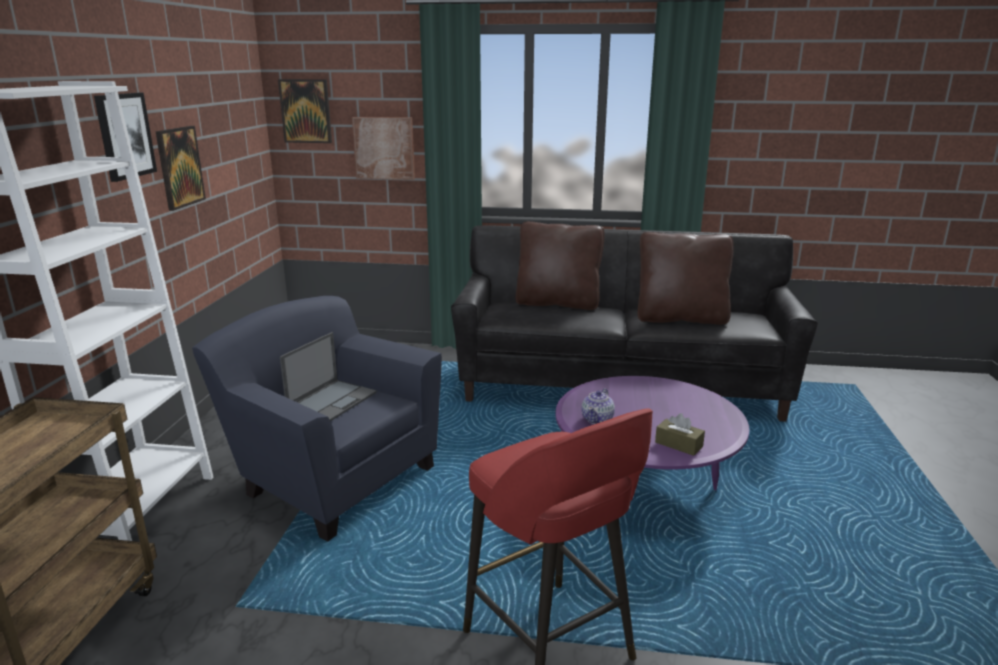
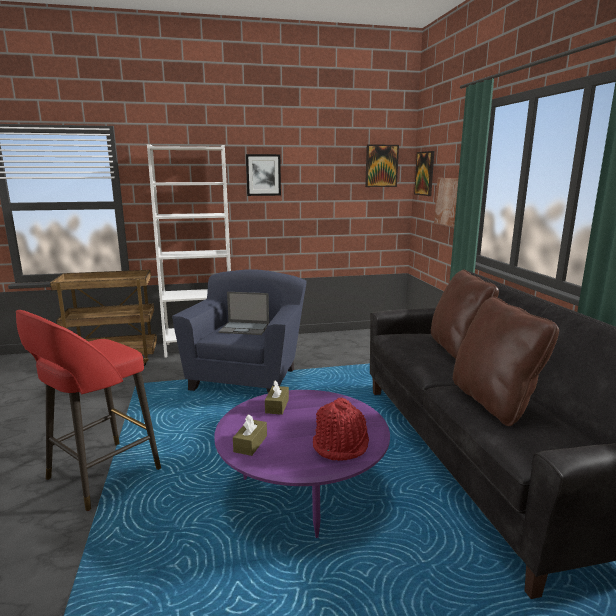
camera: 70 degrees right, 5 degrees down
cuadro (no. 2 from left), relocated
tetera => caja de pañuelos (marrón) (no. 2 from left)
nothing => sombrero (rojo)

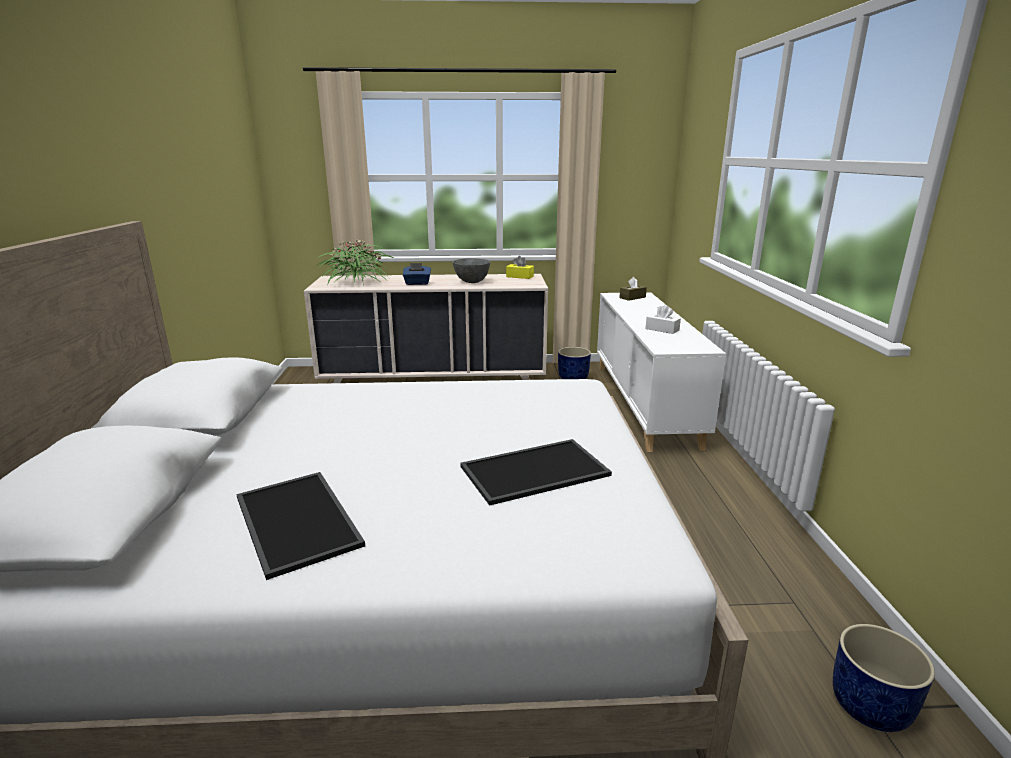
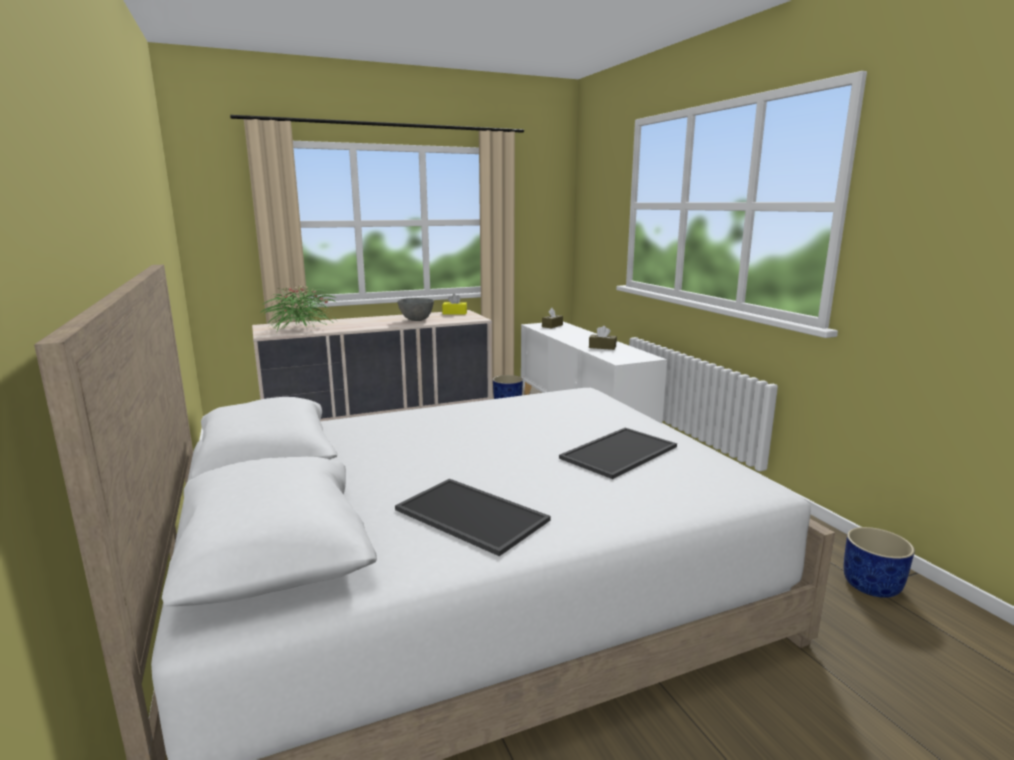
camera: 20 degrees left, 5 degrees down
caja de pañuelos (azul) => nothing
caja de pañuelos (blanco) => caja de pañuelos (marrón) (no. 2 from left)

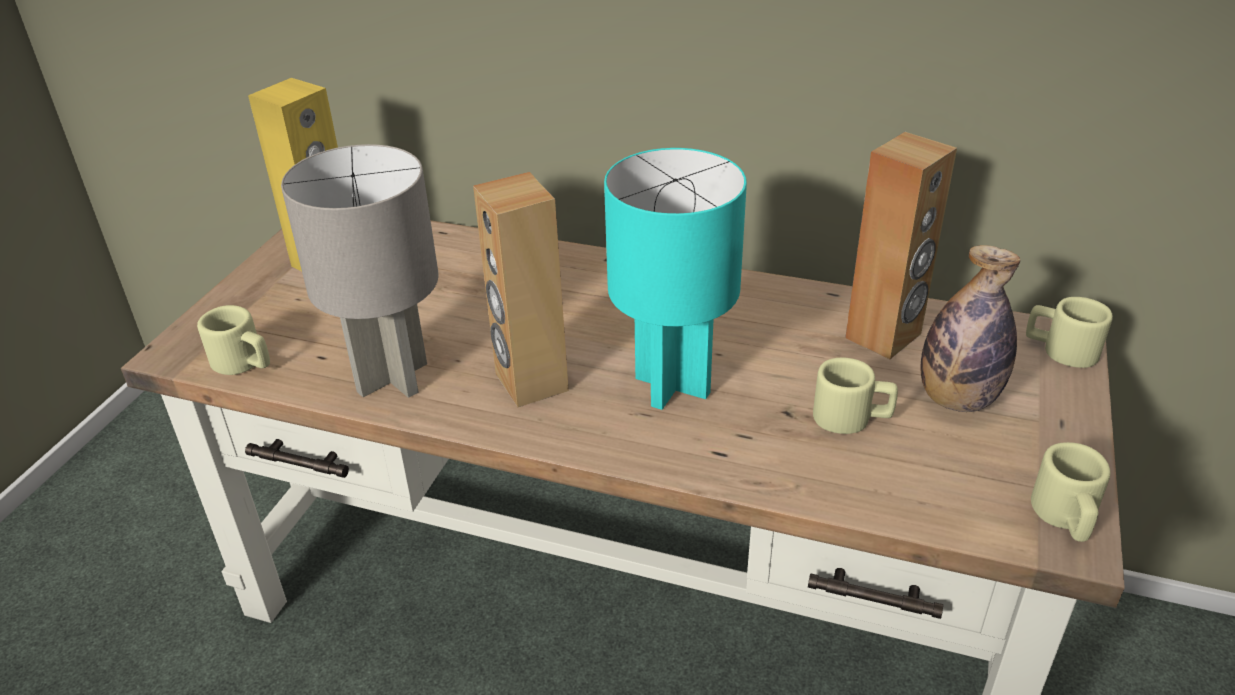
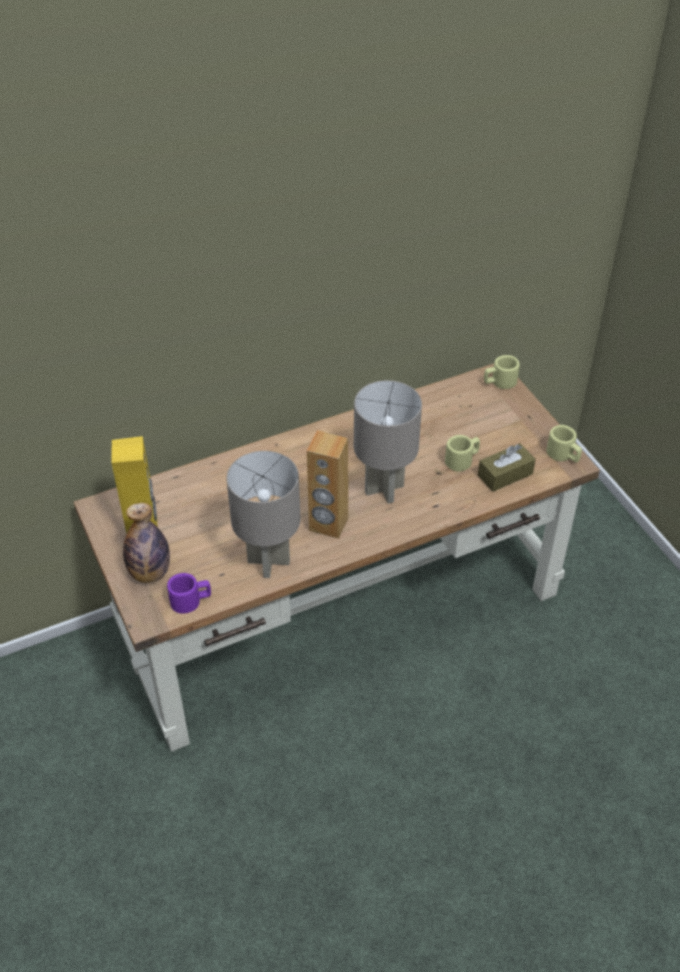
camera: 45 degrees left, 10 degrees up
altavoz (marrón) (no. 2 from left) => nothing
lámpara de mesa (turquesa) => lámpara de mesa (gris) (no. 2 from left)
botella, relocated
taza grande (beis) (no. 1 from left) => taza grande (morado)
nothing => caja de pañuelos (marrón)

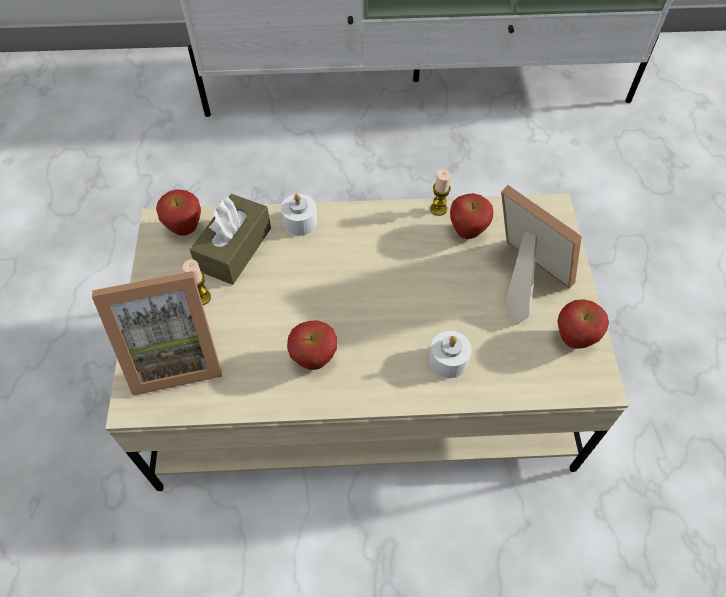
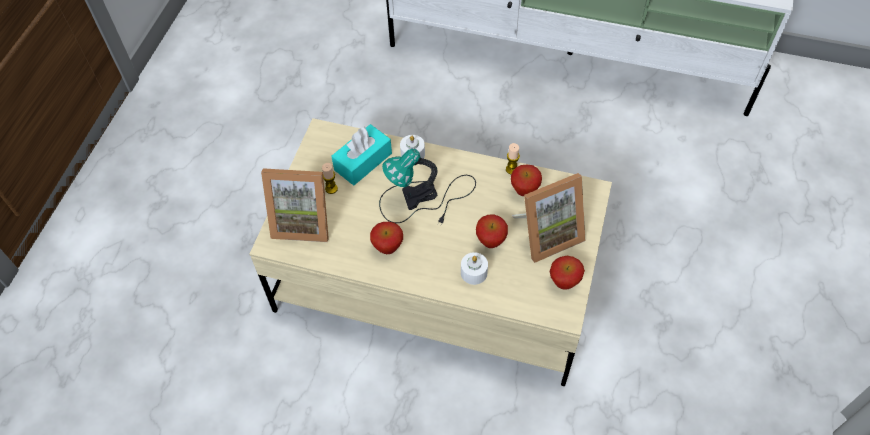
camera: 20 degrees right, 0 degrees up
portarretratos (no. 2 from left), 90 degrees clockwise
manzana (no. 1 from left in the first image) => manzana (no. 2 from left), relocated
caja de pañuelos (marrón) => caja de pañuelos (turquesa)
nothing => lámpara de mesa

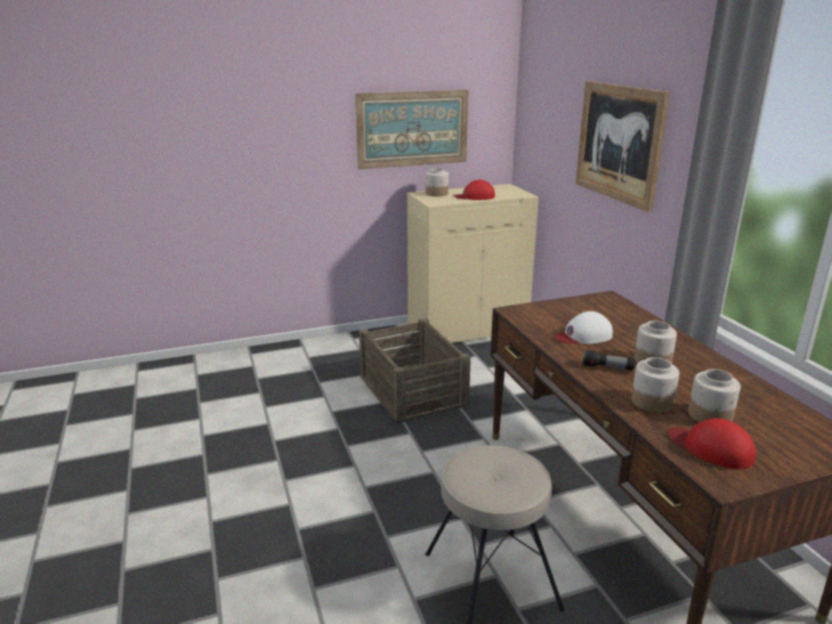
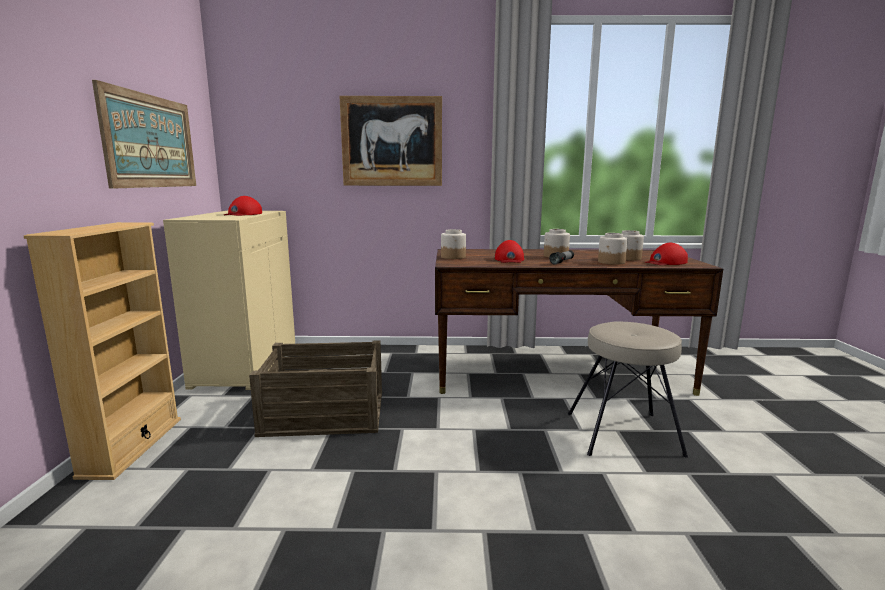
camera: 70 degrees left, 10 degrees down
tarro (no. 1 from left), relocated
gorra (blanco) => gorra (rojo) (no. 2 from left)
nothing => estantería (beis)

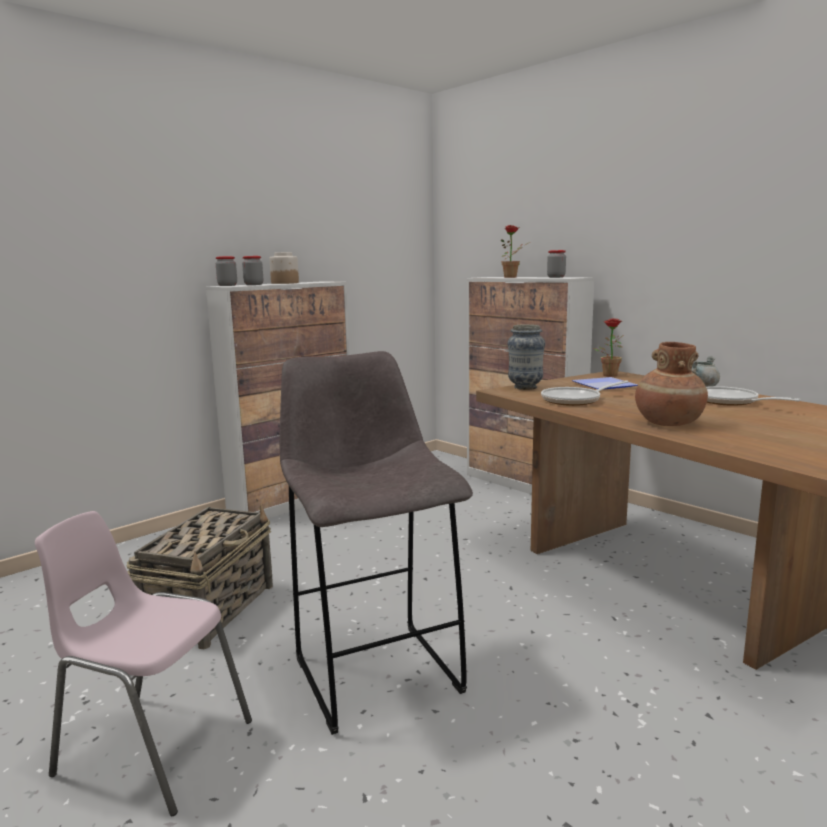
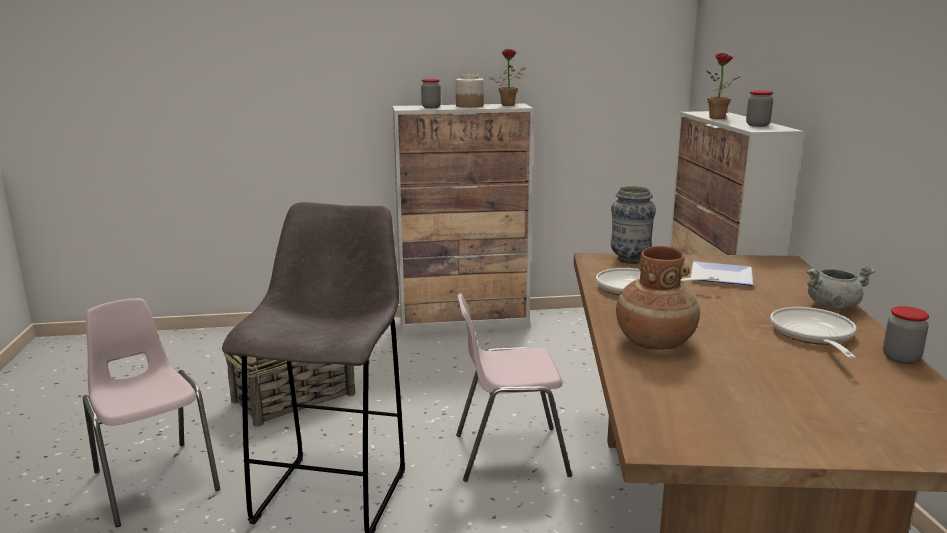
camera: 35 degrees right, 5 degrees up
tarro (no. 1 from left in the first image) => tarro (no. 4 from left), relocated
planta en maceta (no. 2 from left in the first image) => planta en maceta (no. 1 from left), relocated
nothing => silla (rosa) (no. 2 from left)

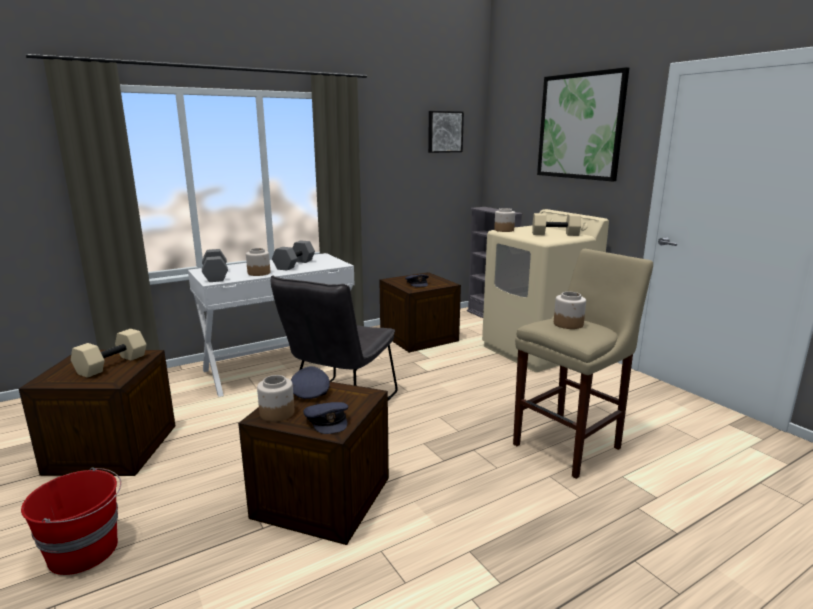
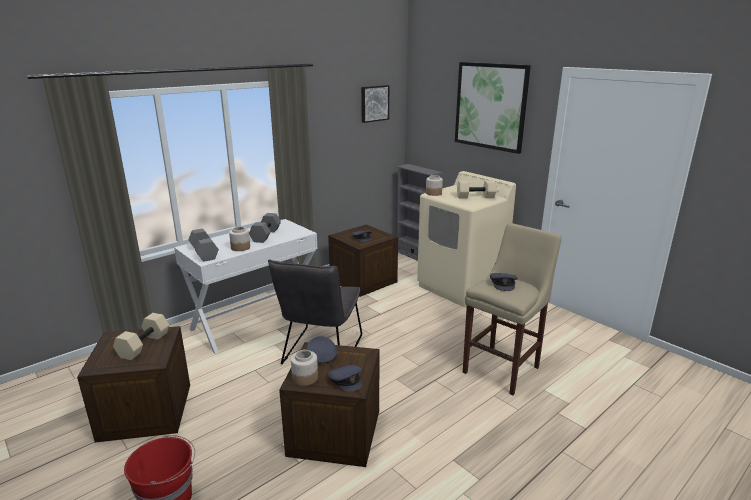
camera: 10 degrees left, 5 degrees up
tarro (no. 4 from left) => gorra (gris) (no. 4 from left)

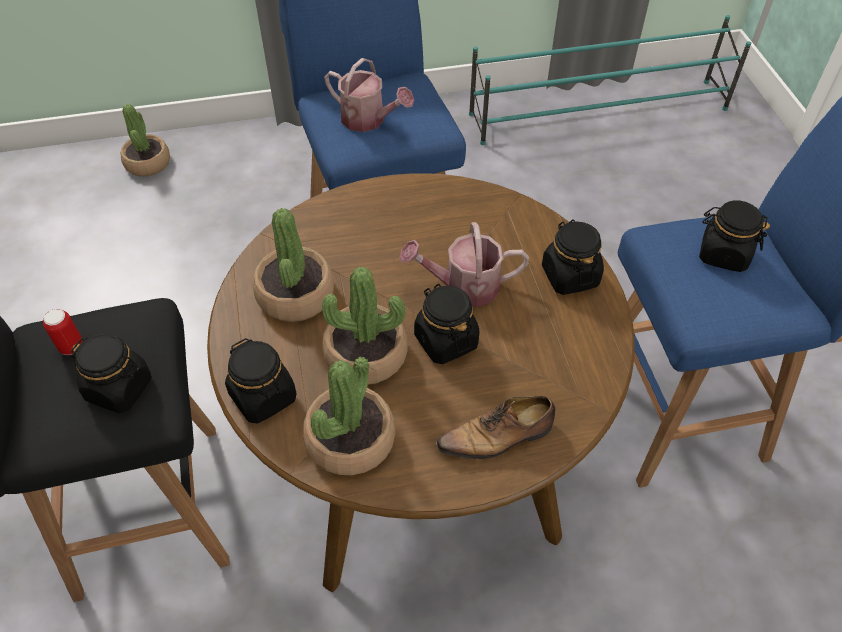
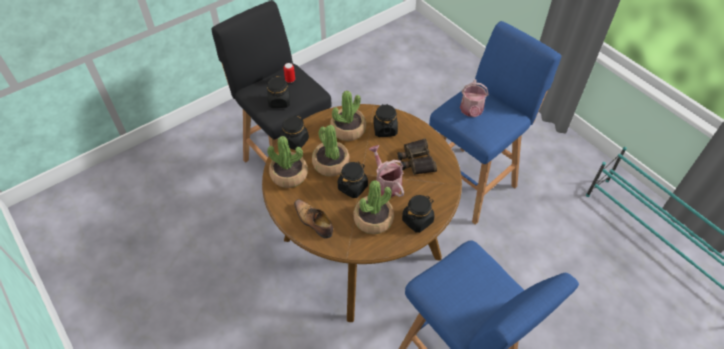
camera: 65 degrees right, 0 degrees up
planta en maceta (no. 1 from left in the first image) => planta en maceta (no. 4 from left), relocated
tarro (negro) (no. 5 from left in the first image) => tarro (negro) (no. 4 from left), relocated
nothing => prismáticos

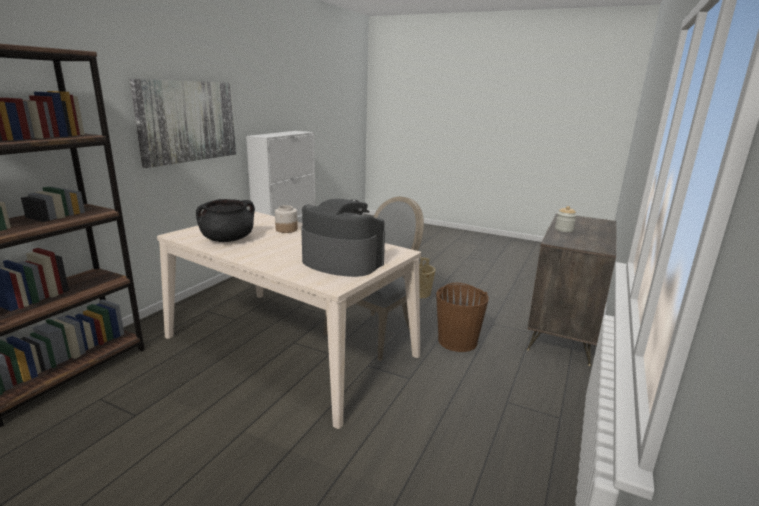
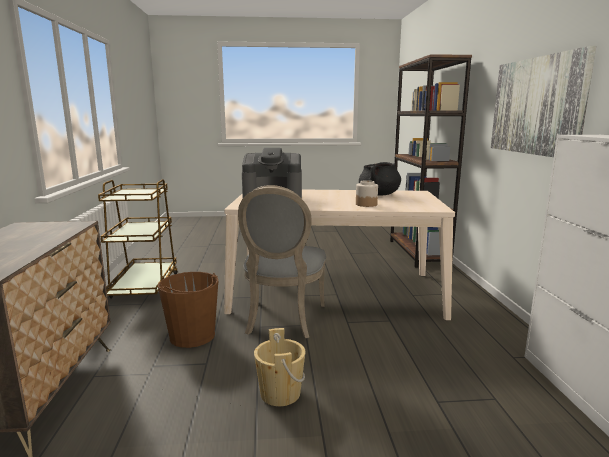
camera: 150 degrees right, 5 degrees down
tarro (no. 2 from left) => nothing
nothing => carrito (marrón)

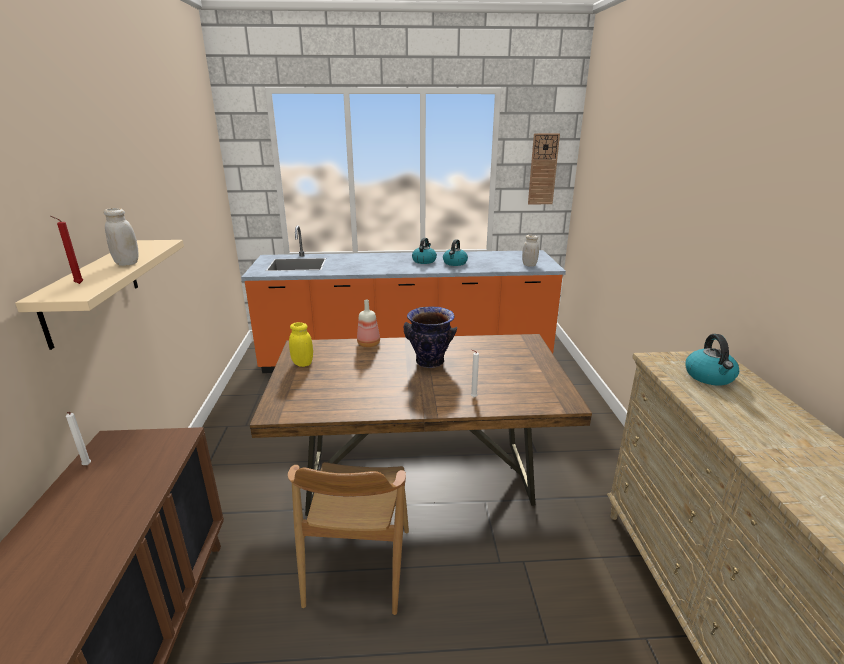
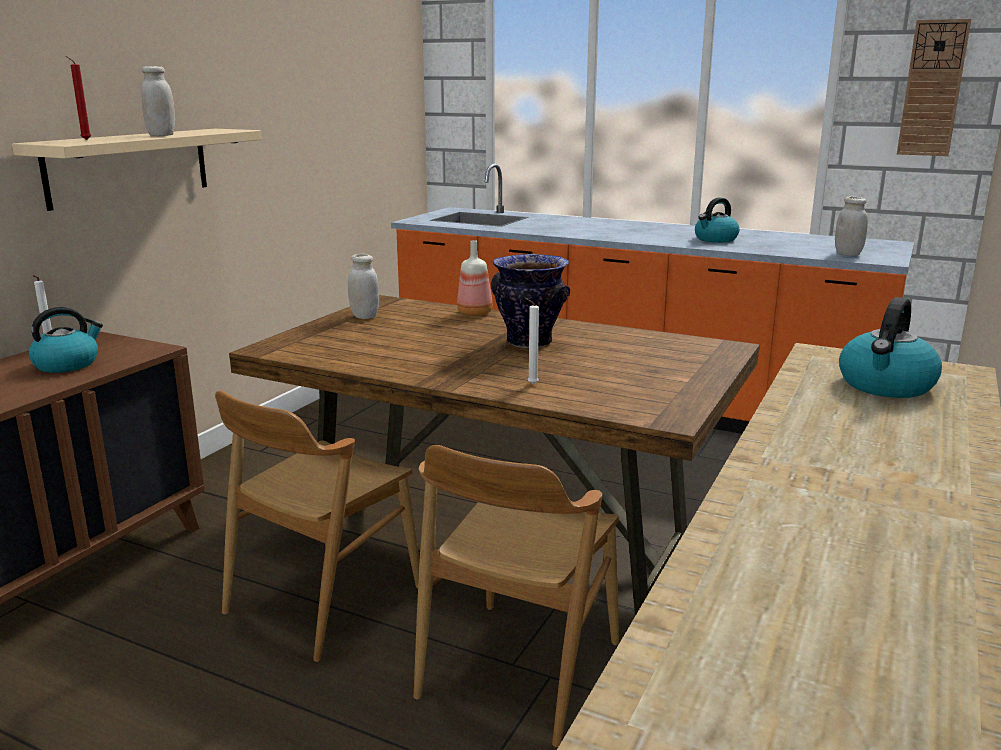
camera: 30 degrees right, 5 degrees down
hervidor (no. 1 from left), relocated
tarro (amarillo) => tarro (blanco) (no. 2 from left)
nothing => silla (marrón) (no. 2 from left)

